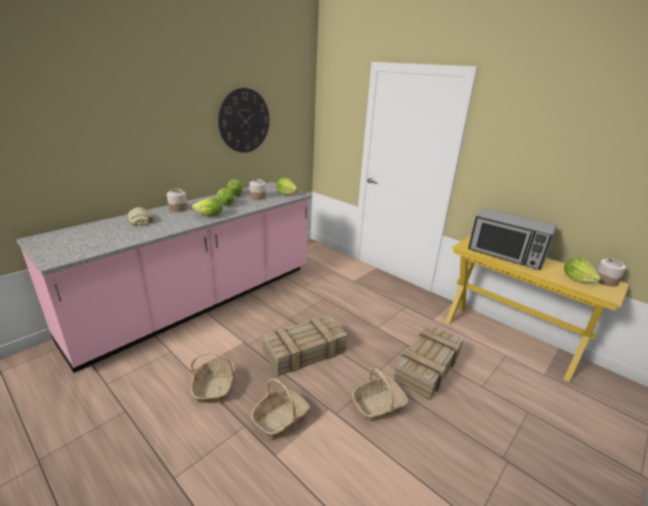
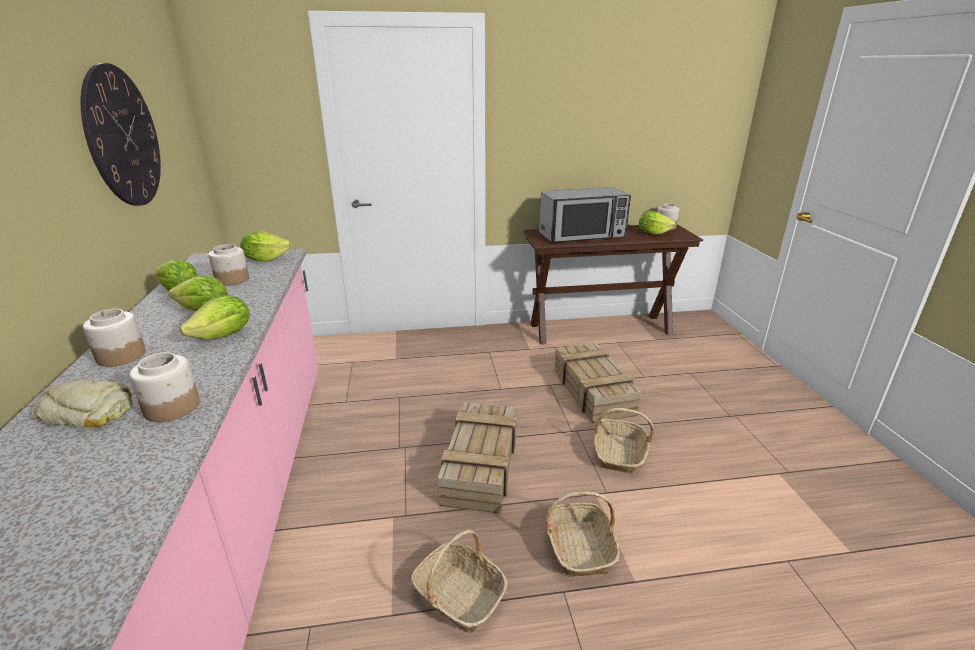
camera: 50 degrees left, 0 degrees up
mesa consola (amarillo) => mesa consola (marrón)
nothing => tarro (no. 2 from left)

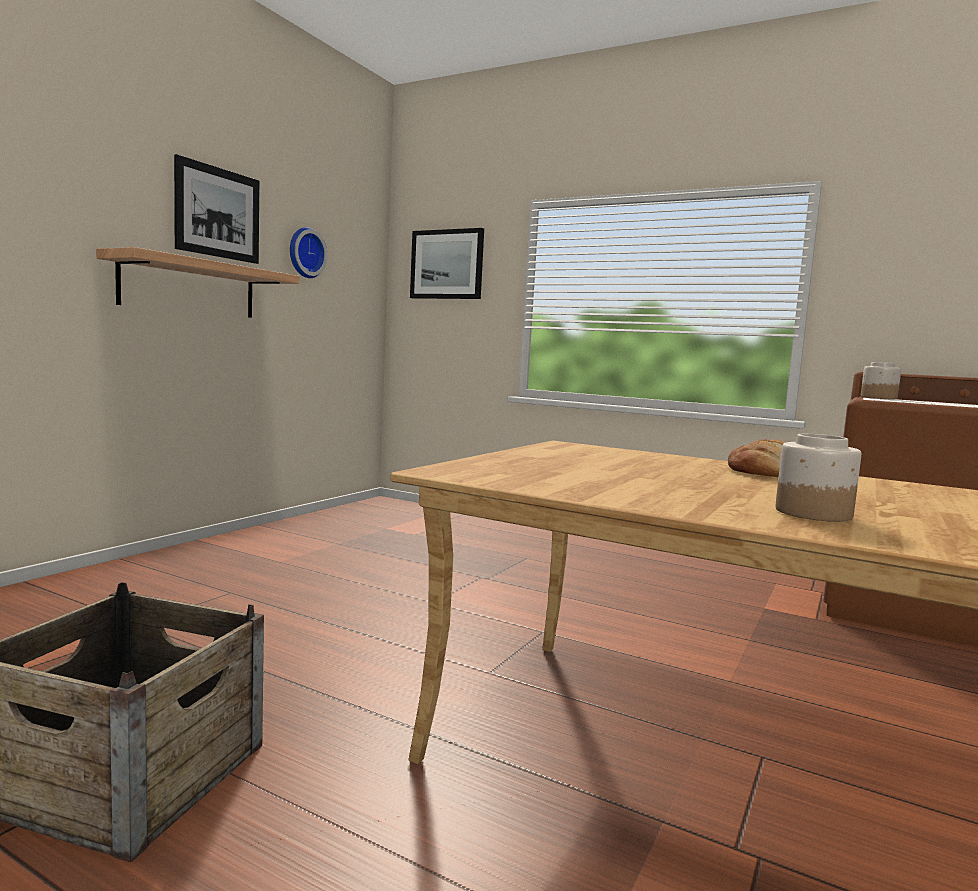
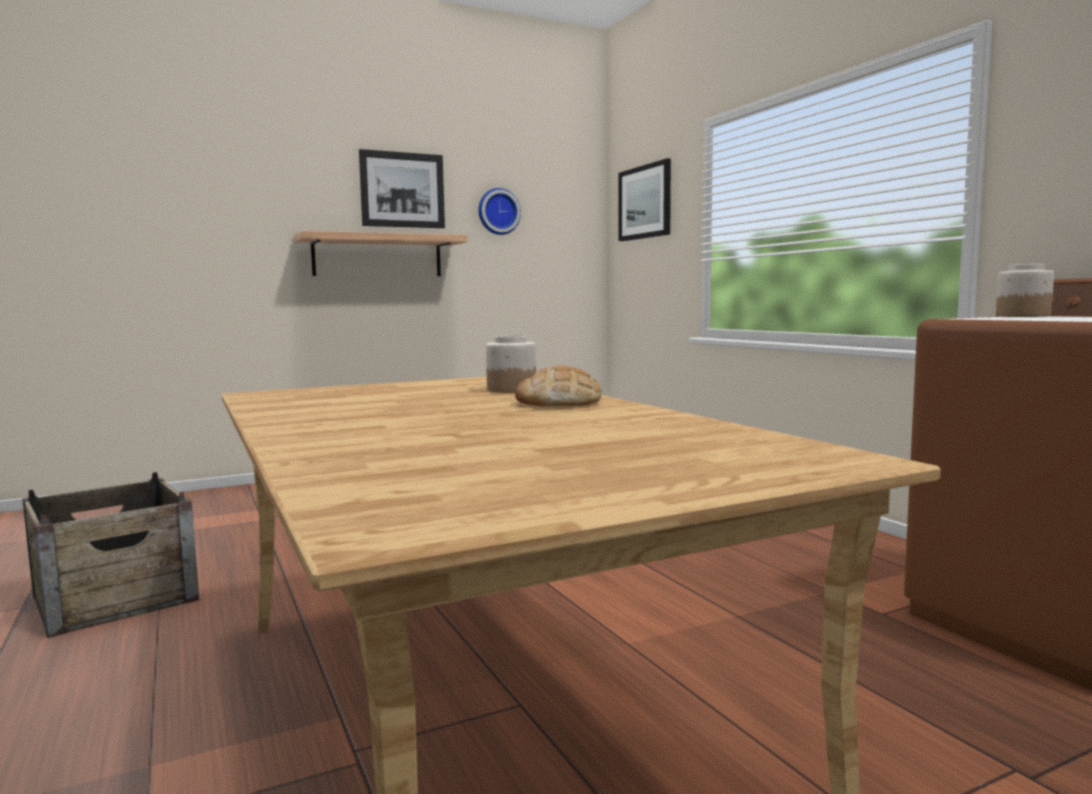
camera: 35 degrees right, 0 degrees up
tarro (no. 1 from left), relocated

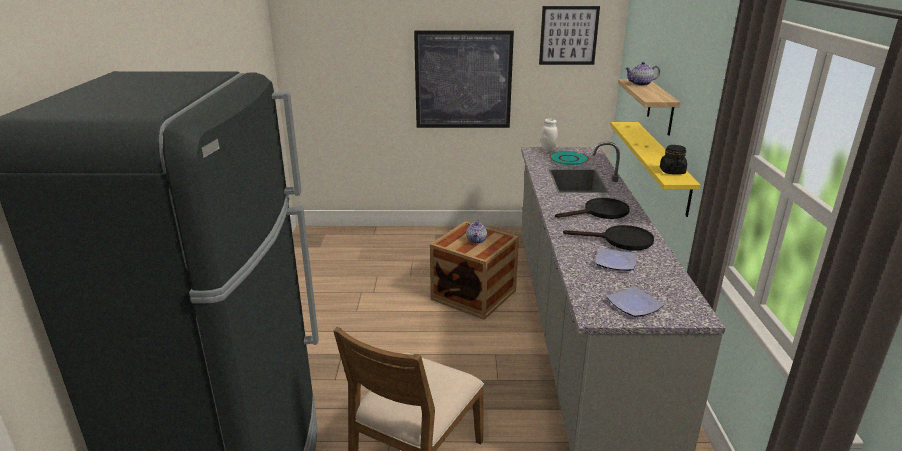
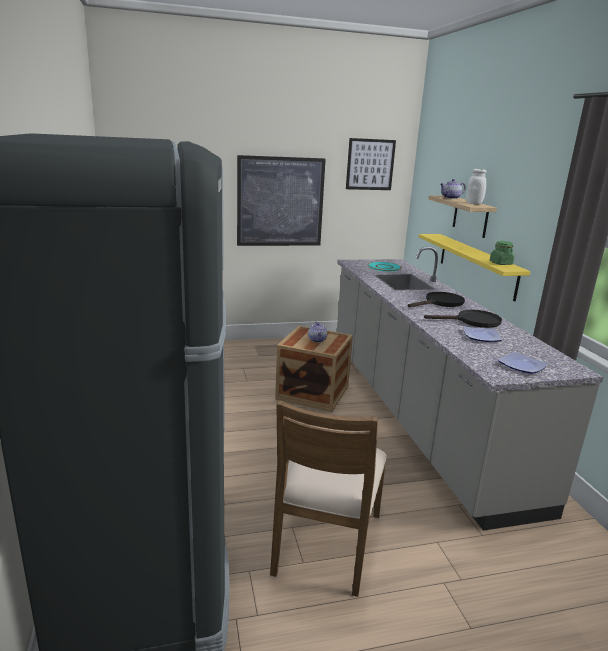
camera: 15 degrees left, 5 degrees down
tarro (blanco), relocated
tarro (negro) => tarro (verde)

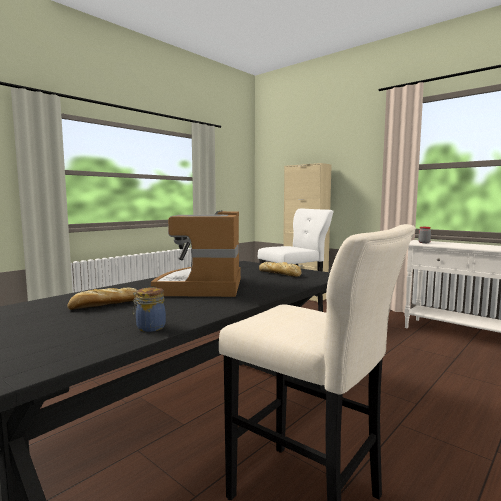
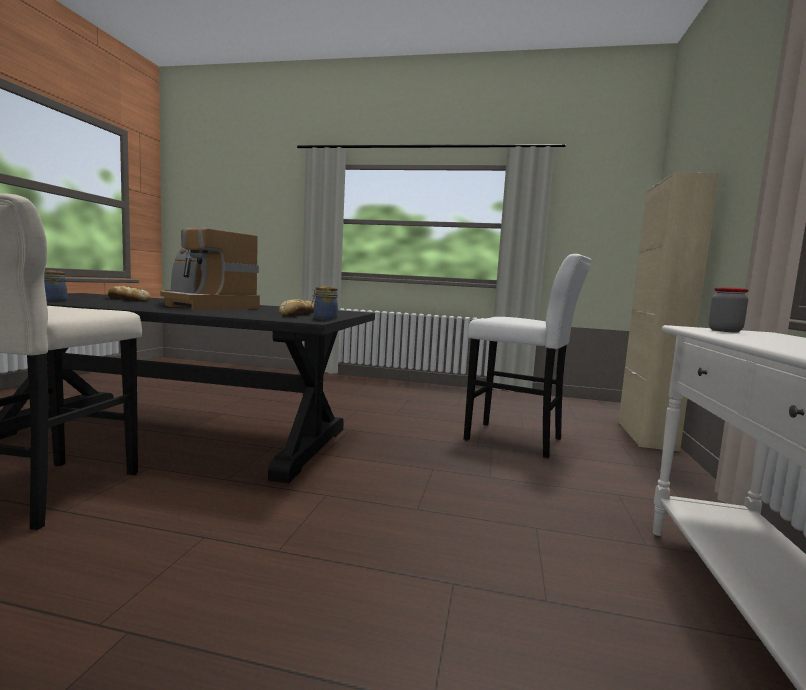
camera: 60 degrees right, 0 degrees up
cafetera, 120 degrees counterclockwise
nothing => tarro (no. 2 from left)

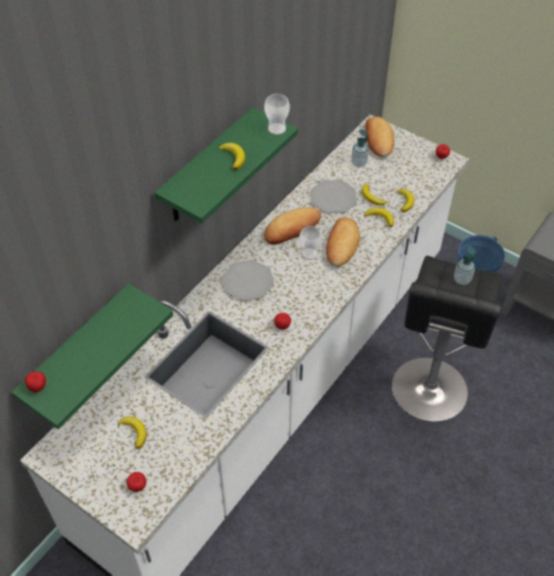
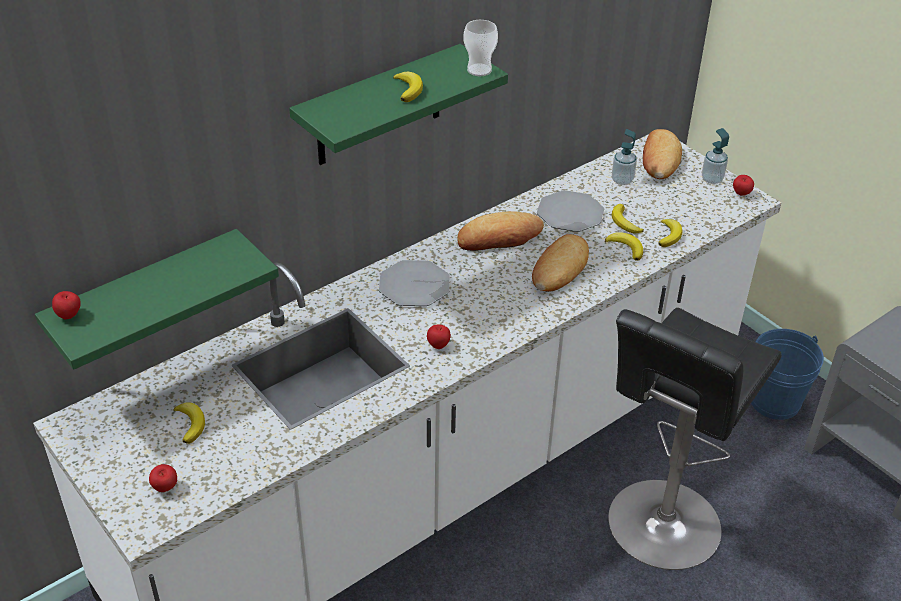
camera: 15 degrees right, 10 degrees down
taza (no. 2 from left) => nothing
dispensador de jabón (no. 2 from left), relocated

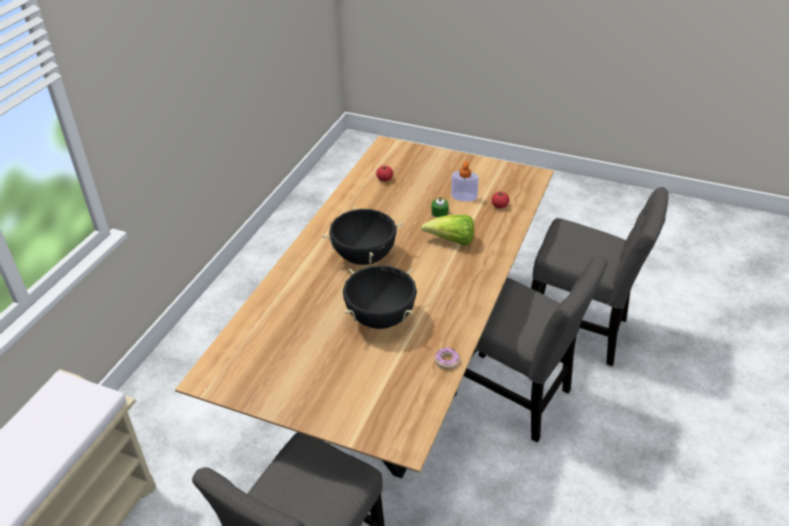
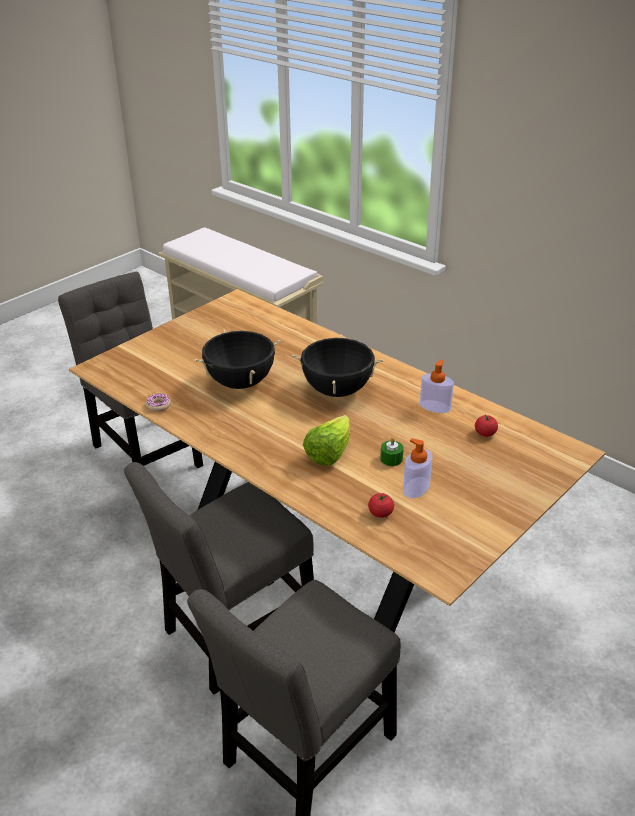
camera: 110 degrees right, 5 degrees down
nothing => dispensador de jabón (no. 2 from left)

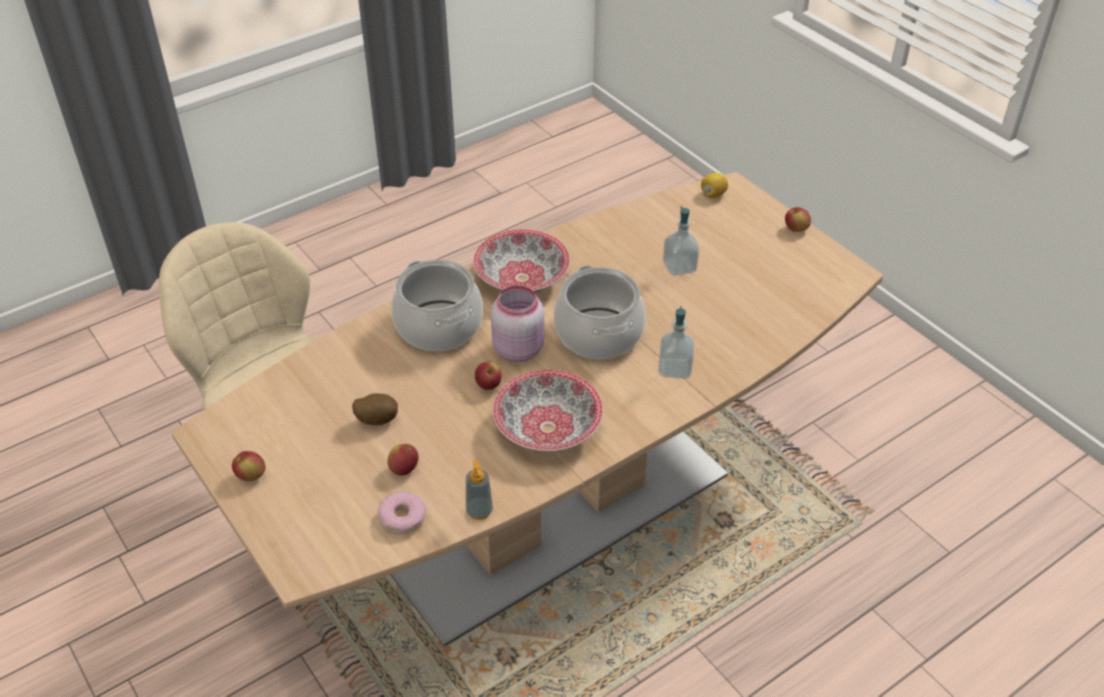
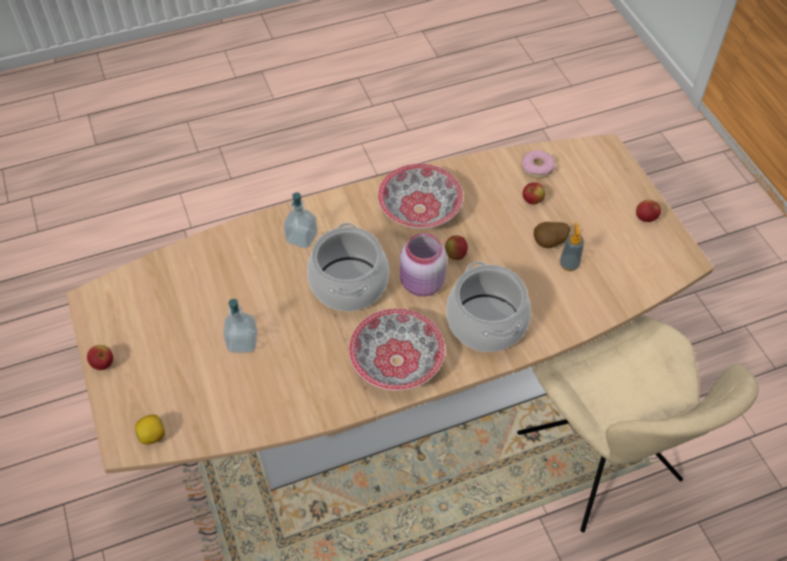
camera: 165 degrees left, 10 degrees up
dispensador de jabón (no. 1 from left in the first image) => dispensador de jabón (no. 3 from left), relocated

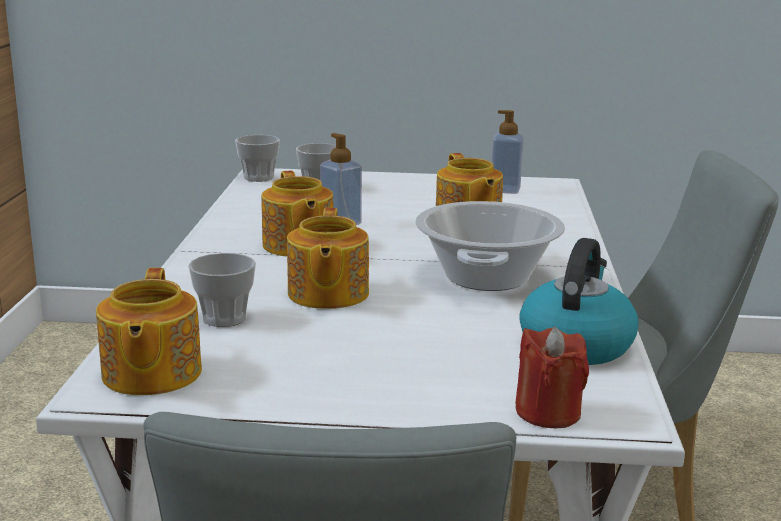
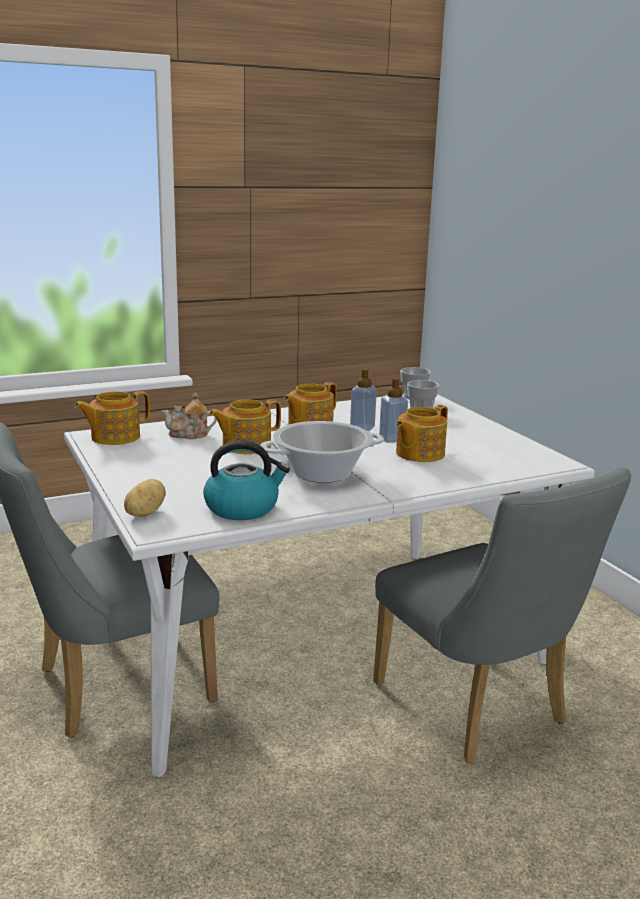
camera: 60 degrees right, 0 degrees up
dispensador de jabón (no. 2 from left), relocated
taza (no. 1 from left) => tetera (no. 2 from left)
vela (rojo) => patata

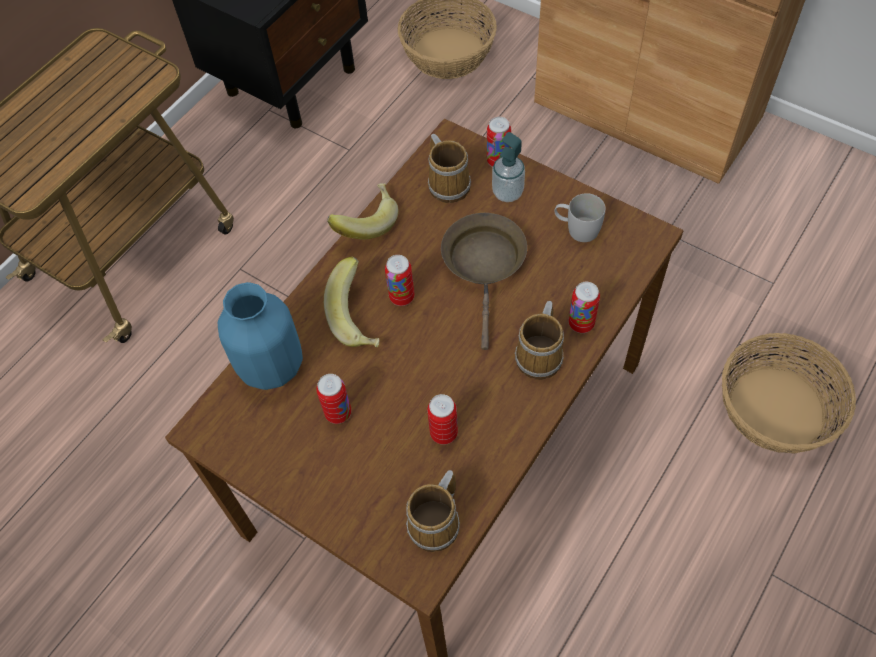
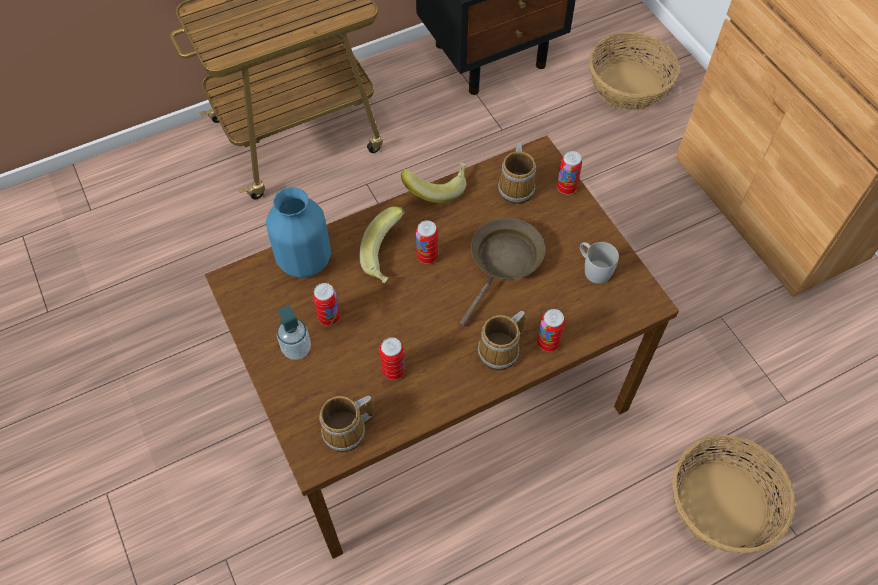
camera: 25 degrees right, 0 degrees up
dispensador de jabón, relocated

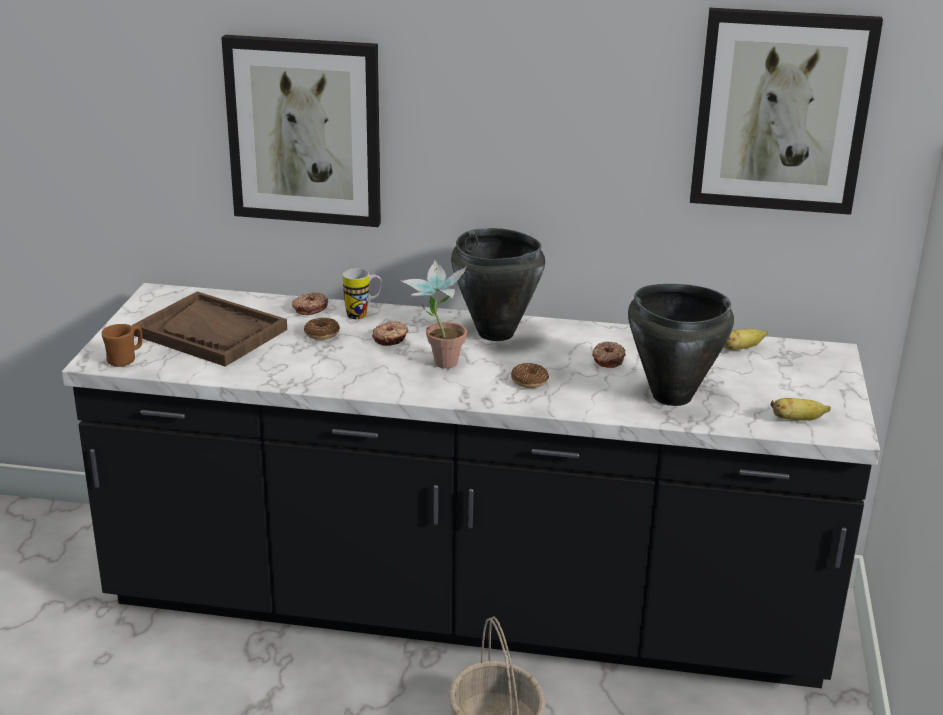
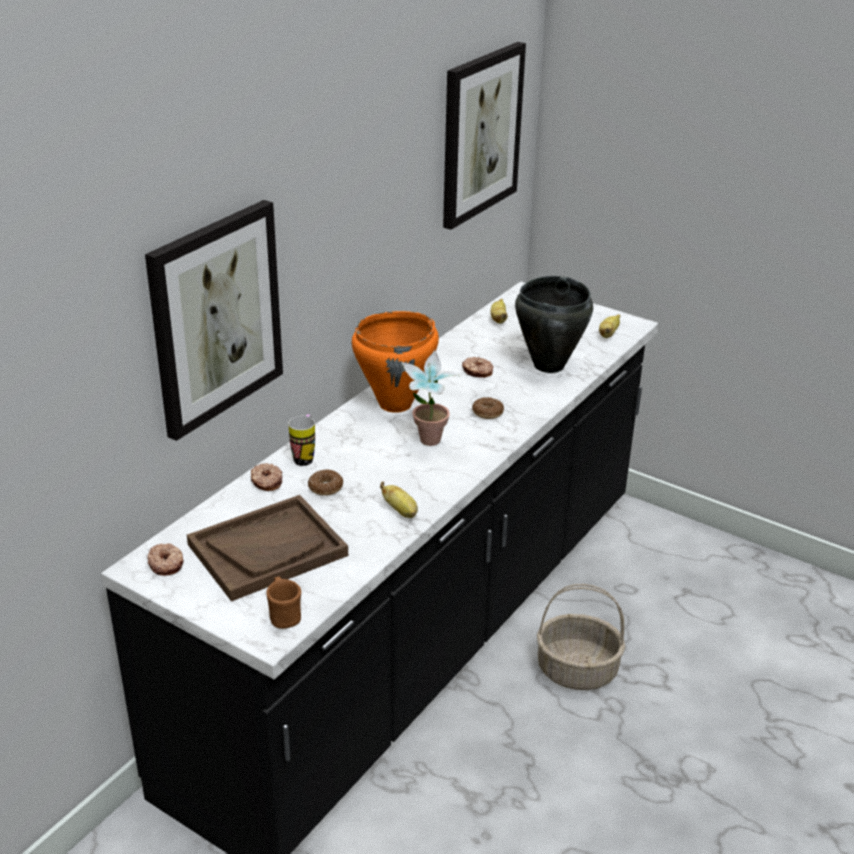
camera: 65 degrees left, 5 degrees up
olla (negro) (no. 1 from left) => olla (naranja)
rosquilla (no. 3 from left in the first image) => rosquilla (no. 1 from left), relocated
nothing => plátano (no. 1 from left)

